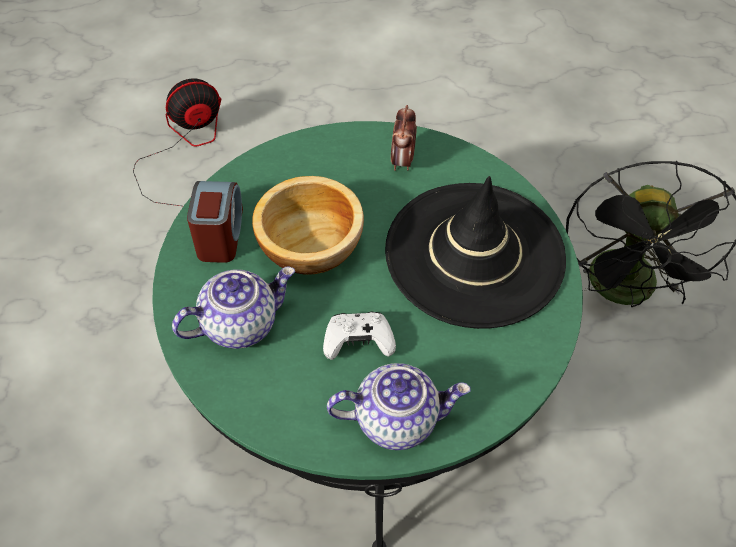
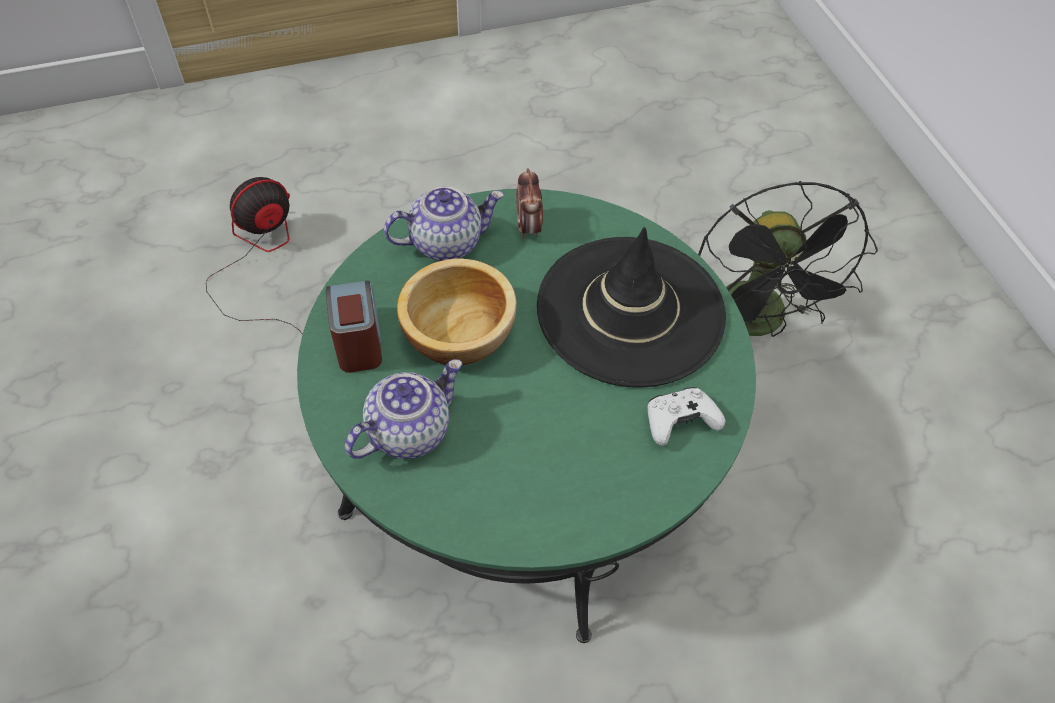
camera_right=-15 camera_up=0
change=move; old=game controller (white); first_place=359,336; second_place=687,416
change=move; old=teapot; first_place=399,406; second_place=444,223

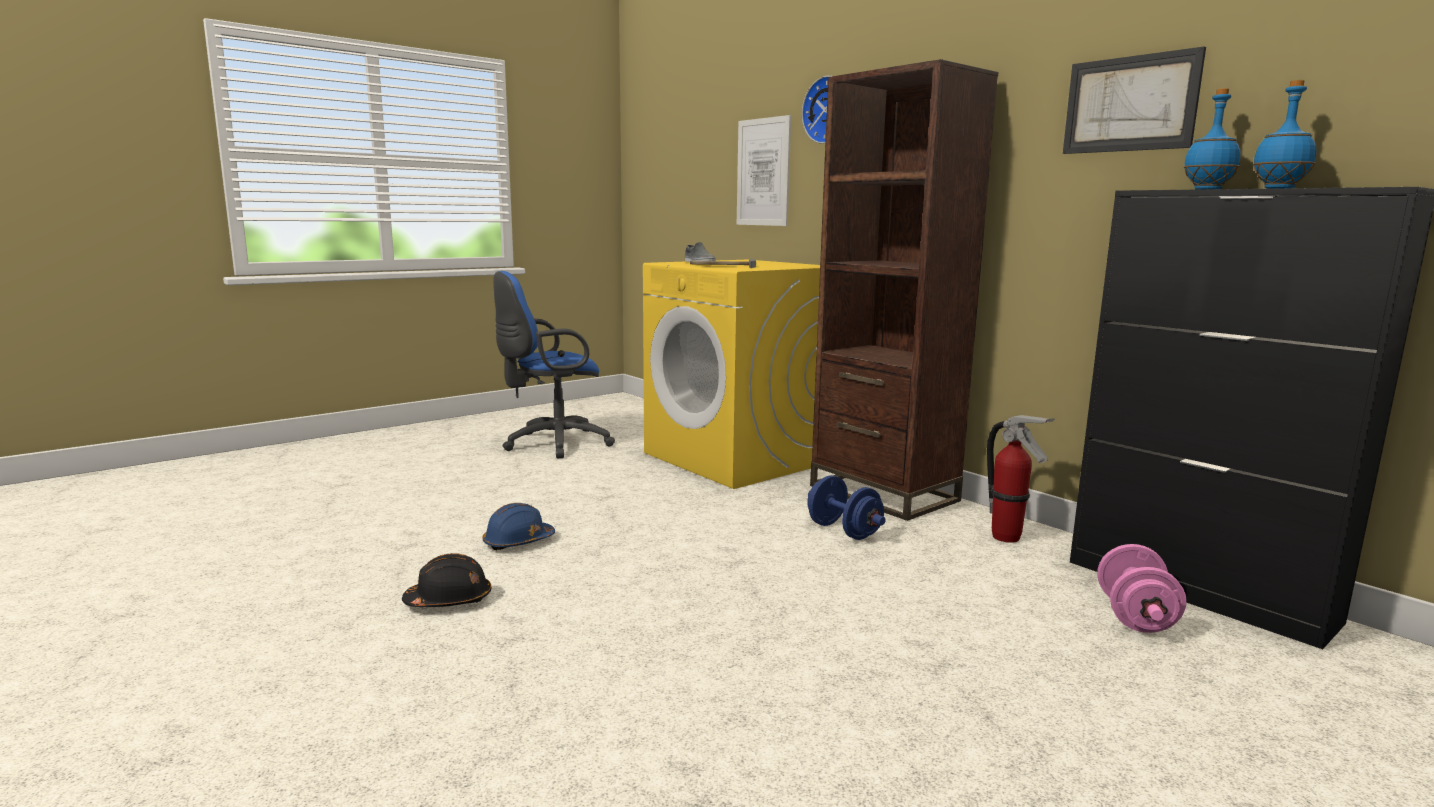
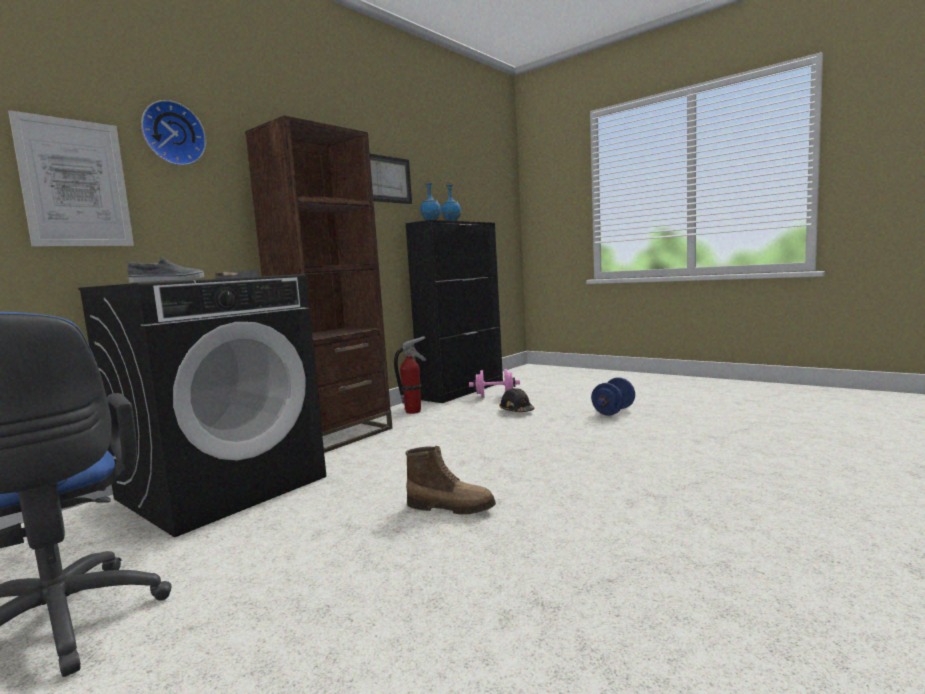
camera_right=-100 camera_up=-5
change=delete; old=hard hat (blue); first_place=518,526
change=insert; new=boot; second_place=450,480
change=move; old=hard hat (black); first_place=446,580; second_place=517,400
change=move; old=dumbbell (blue); first_place=846,507; second_place=613,396
change=recolor; old=washing machine (yellow); new=washing machine (black); first_place=731,374; second_place=202,405

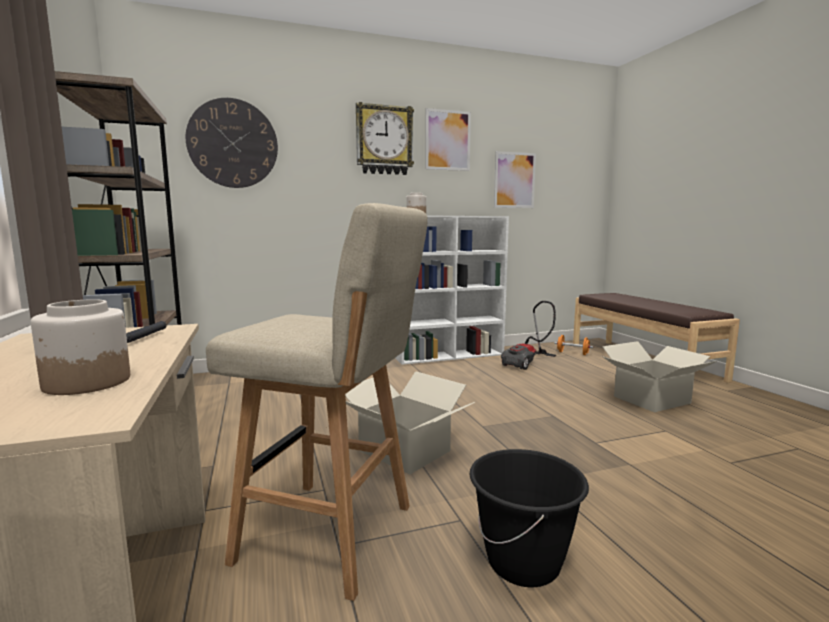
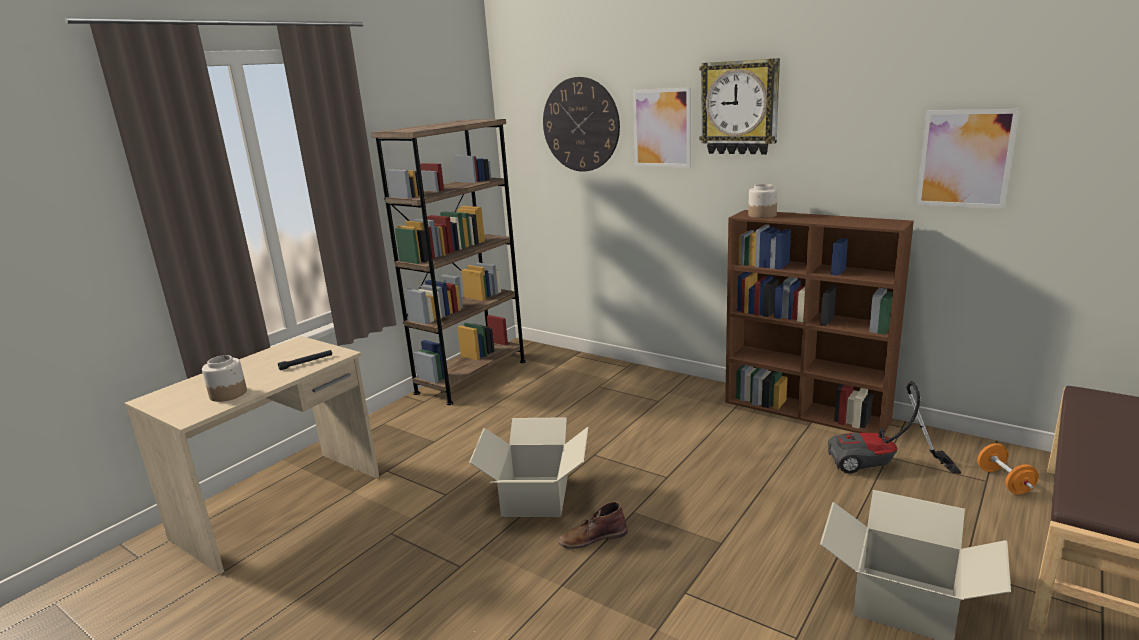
camera_right=55 camera_up=10
change=delete; old=stool (beige); first_place=317,402
change=delete; old=bucket (black); first_place=529,518
change=insert; new=boot (brown); second_place=593,525
change=move; old=picture; first_place=448,139; second_place=662,127
change=recolor; old=bookcase (white); new=bookcase (brown); first_place=452,290; second_place=819,322

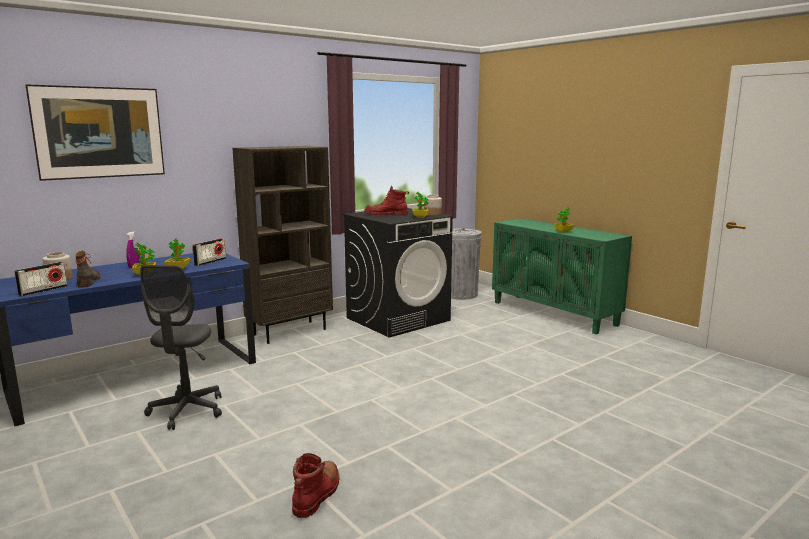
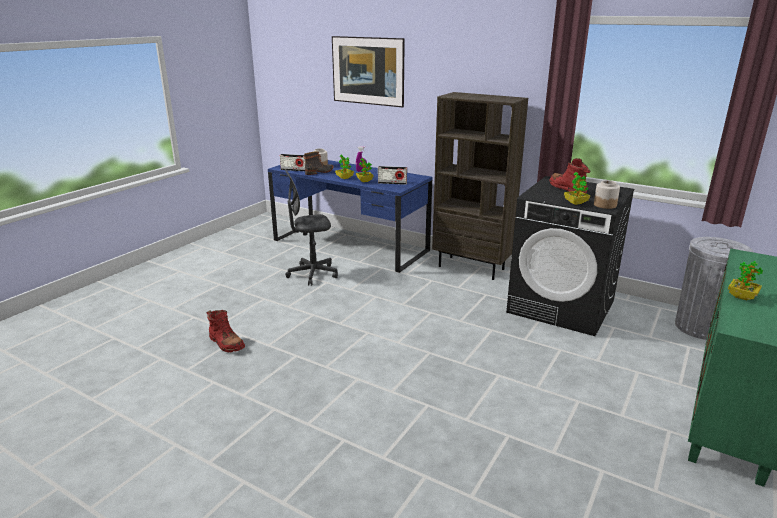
camera_right=70 camera_up=10
change=rotate; old=boot (red); first_place=316,485; second_place=226,331; degrees=45

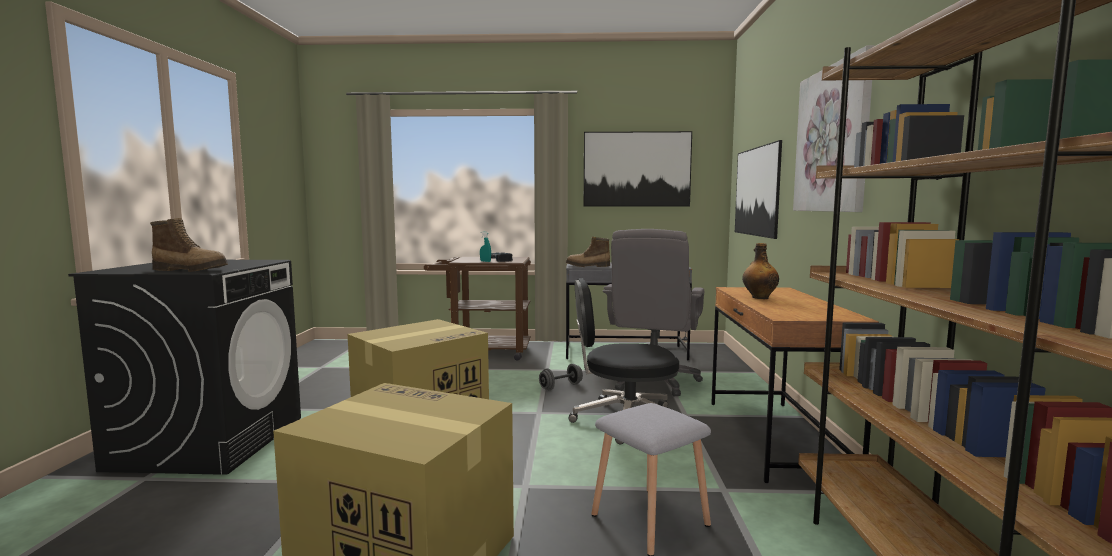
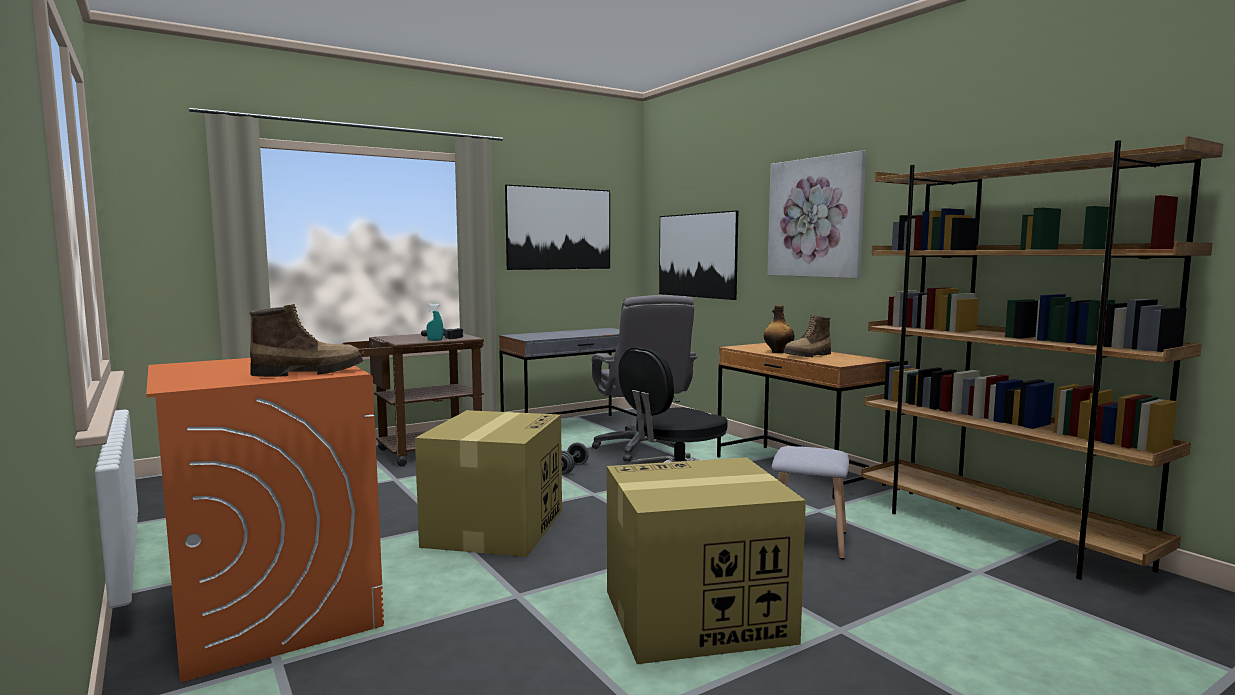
camera_right=-35 camera_up=0
change=move; old=boot; first_place=588,252; second_place=807,336
change=recolor; old=washing machine (black); new=washing machine (orange); first_place=184,367; second_place=265,520

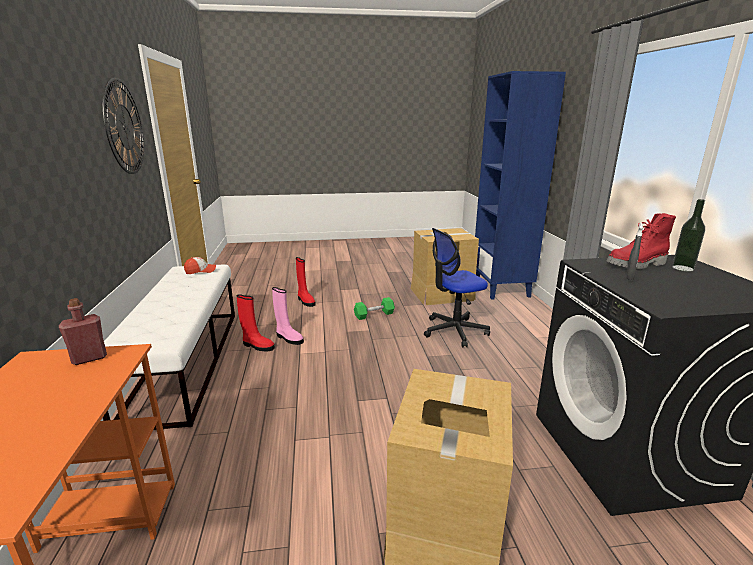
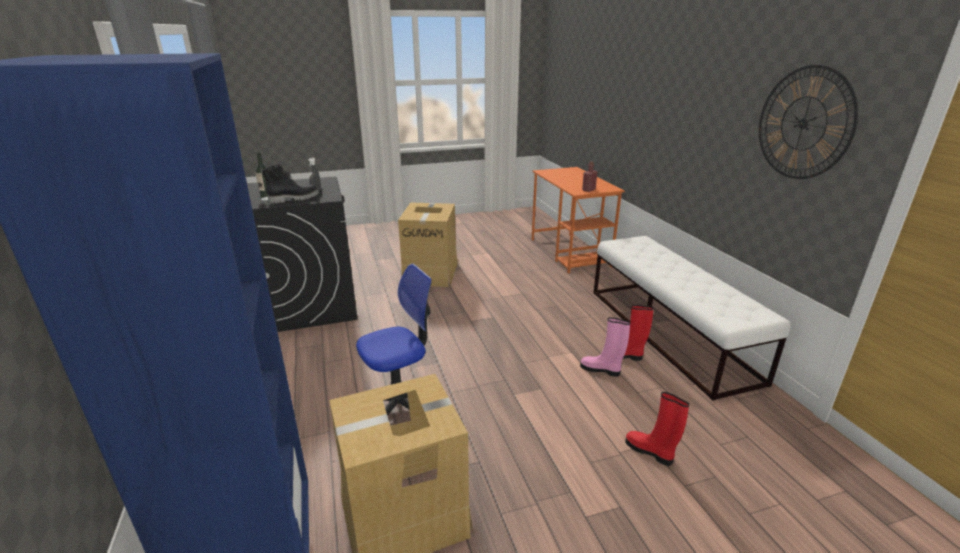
camera_right=170 camera_up=5
change=delete; old=cap; first_place=200,265
change=delete; old=dumbbell (green); first_place=374,308
change=recolor; old=boot (red); new=boot (black); first_place=641,241; second_place=290,184

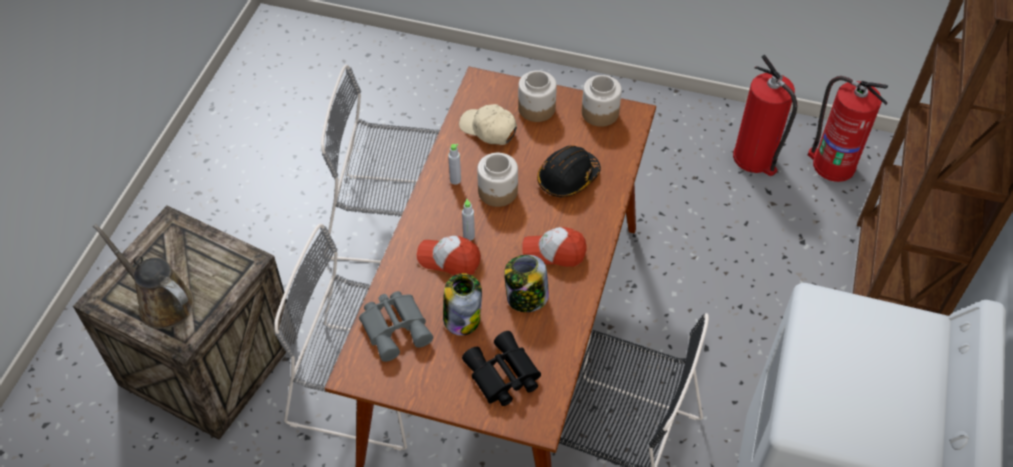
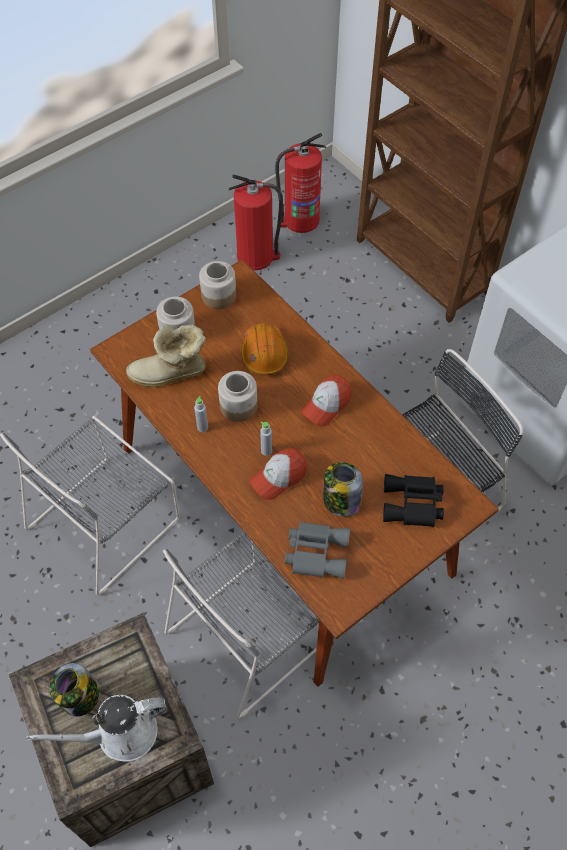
camera_right=-55 camera_up=5
change=move; old=jar; first_place=526,283; second_place=74,690
change=replace; old=cap (beige); new=boot; first_place=488,124; second_place=166,355
change=recolor; old=watering can (brown); new=watering can (white); first_place=143,276; second_place=96,728
change=recolor; old=hard hat (black); new=hard hat (orange); first_place=569,171; second_place=264,349

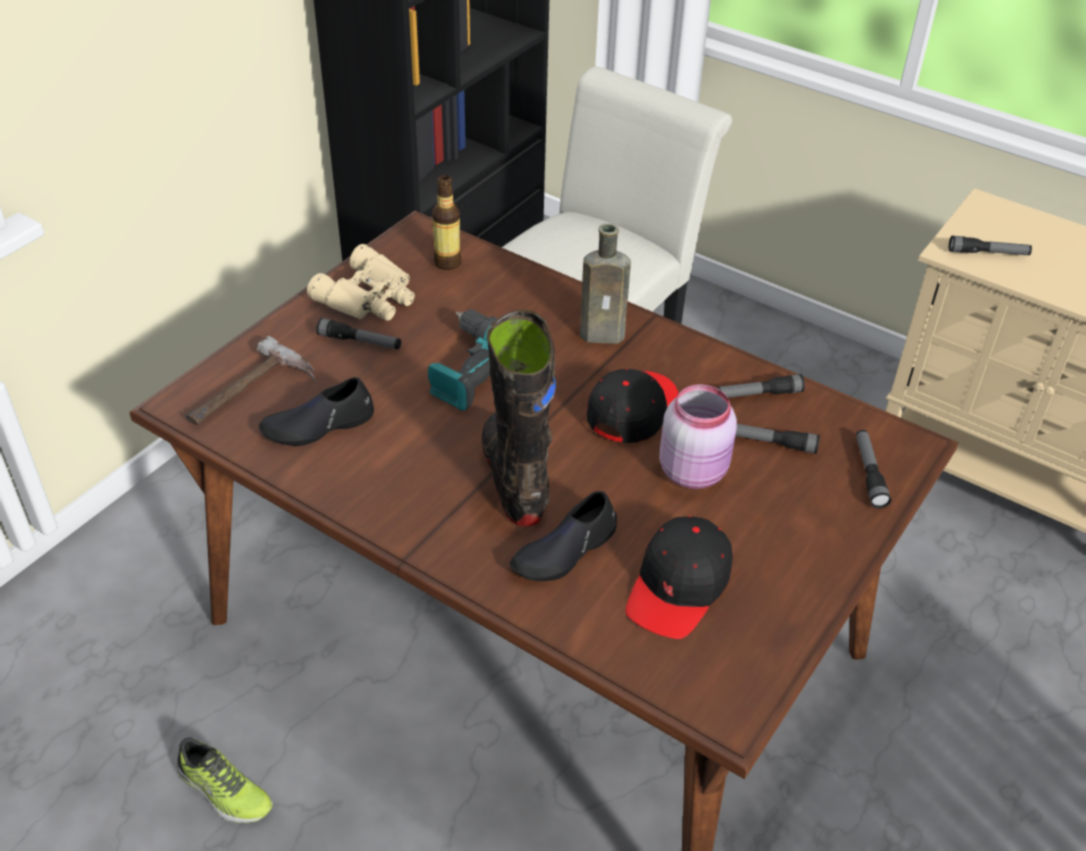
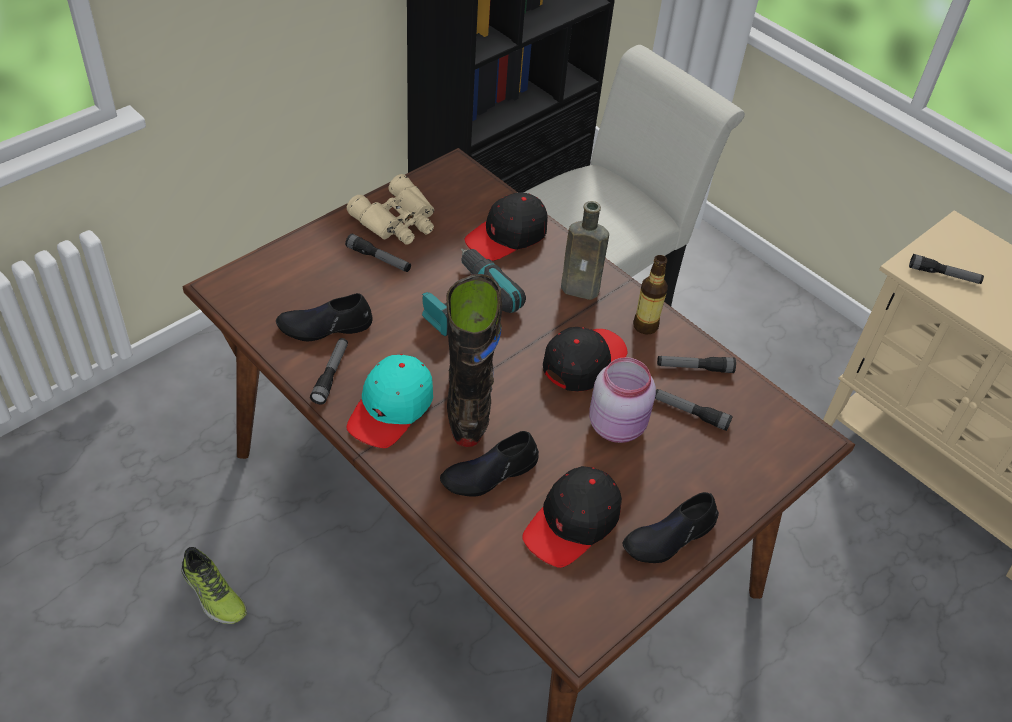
camera_right=10 camera_up=5
change=delete; old=hammer; first_place=251,380
change=insert; new=cap (turquoise); second_place=390,401
change=insert; new=cap (black); second_place=506,226
change=insert; new=shoe (black); second_place=670,527
change=move; old=bottle; first_place=446,222; second_place=650,295
change=move; old=flashlight; first_place=873,469; second_place=329,371

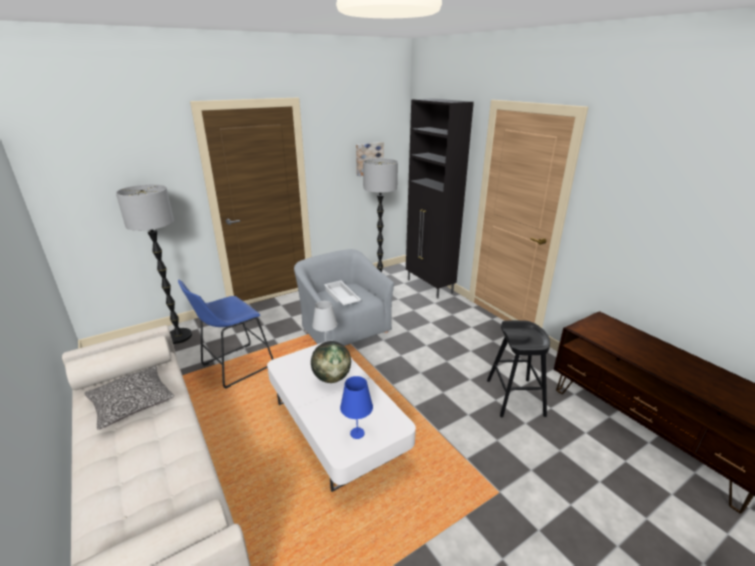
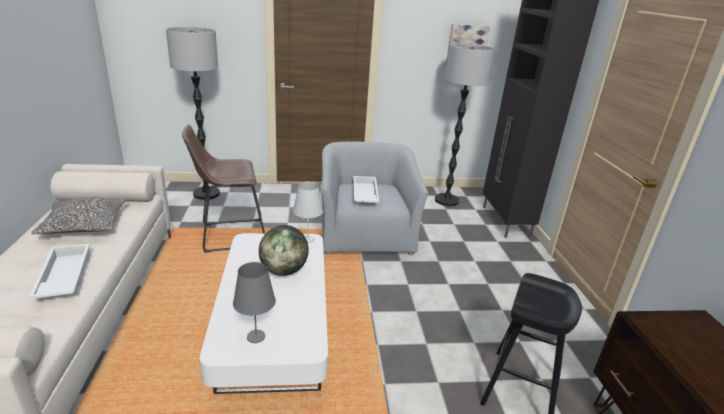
camera_right=25 camera_up=0
change=insert; new=tray (white); second_place=59,271
change=recolor; old=stool (blue); new=stool (brown); first_place=225,334; second_place=223,188
change=recolor; old=table lamp (blue); new=table lamp (grey); first_place=356,407; second_place=254,302

